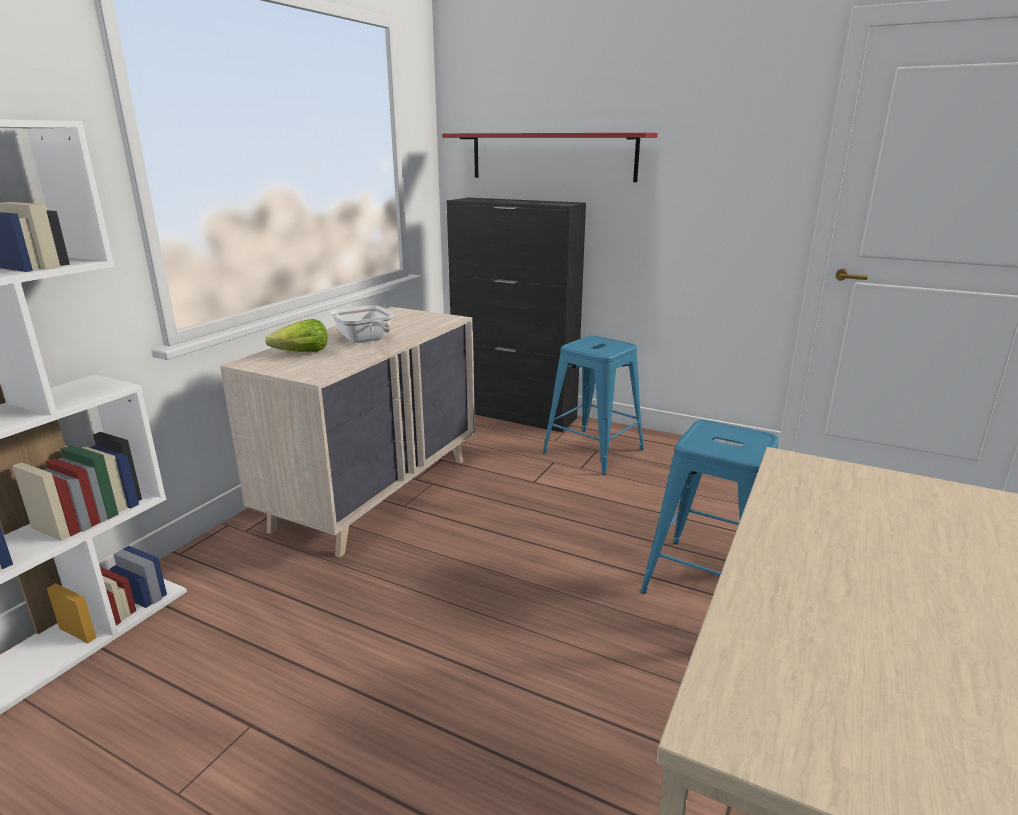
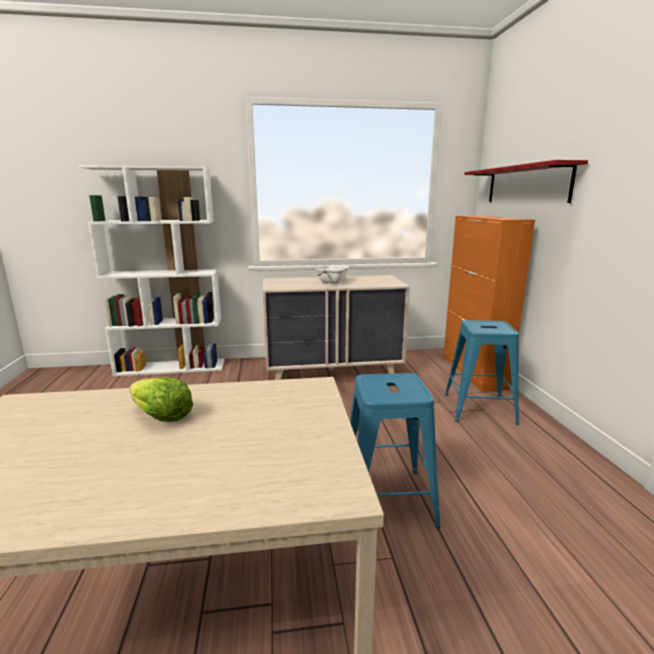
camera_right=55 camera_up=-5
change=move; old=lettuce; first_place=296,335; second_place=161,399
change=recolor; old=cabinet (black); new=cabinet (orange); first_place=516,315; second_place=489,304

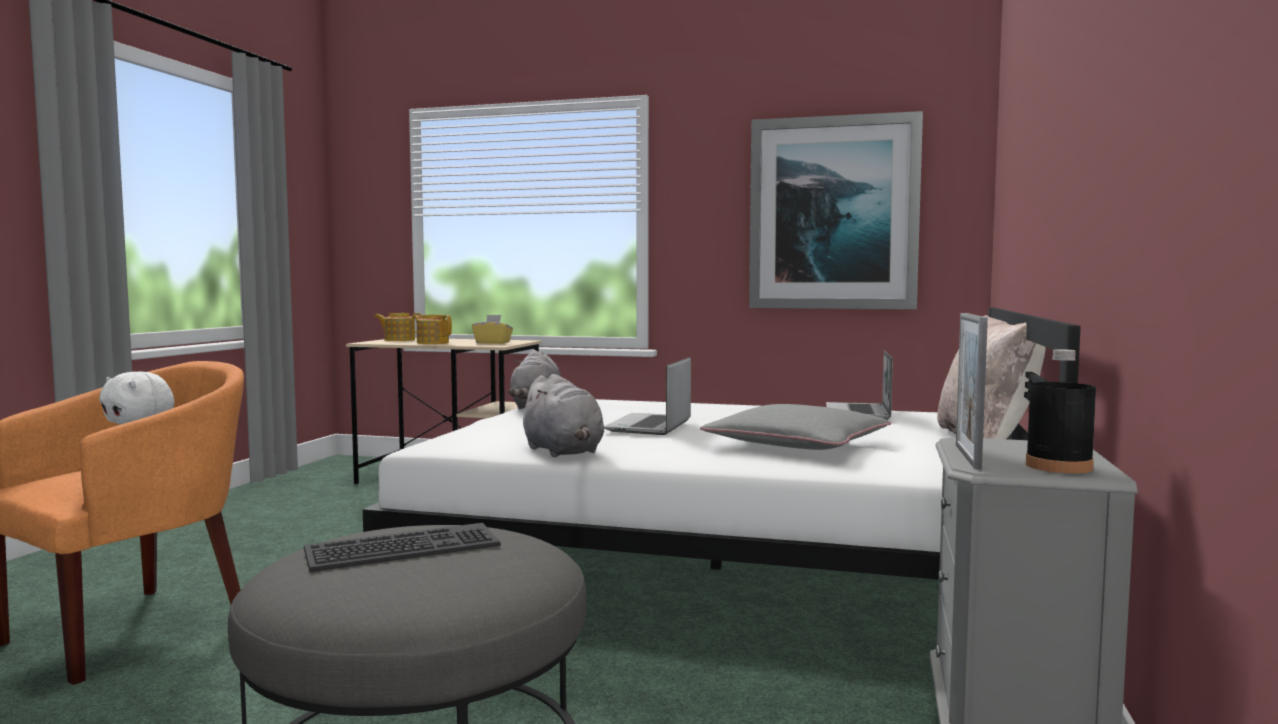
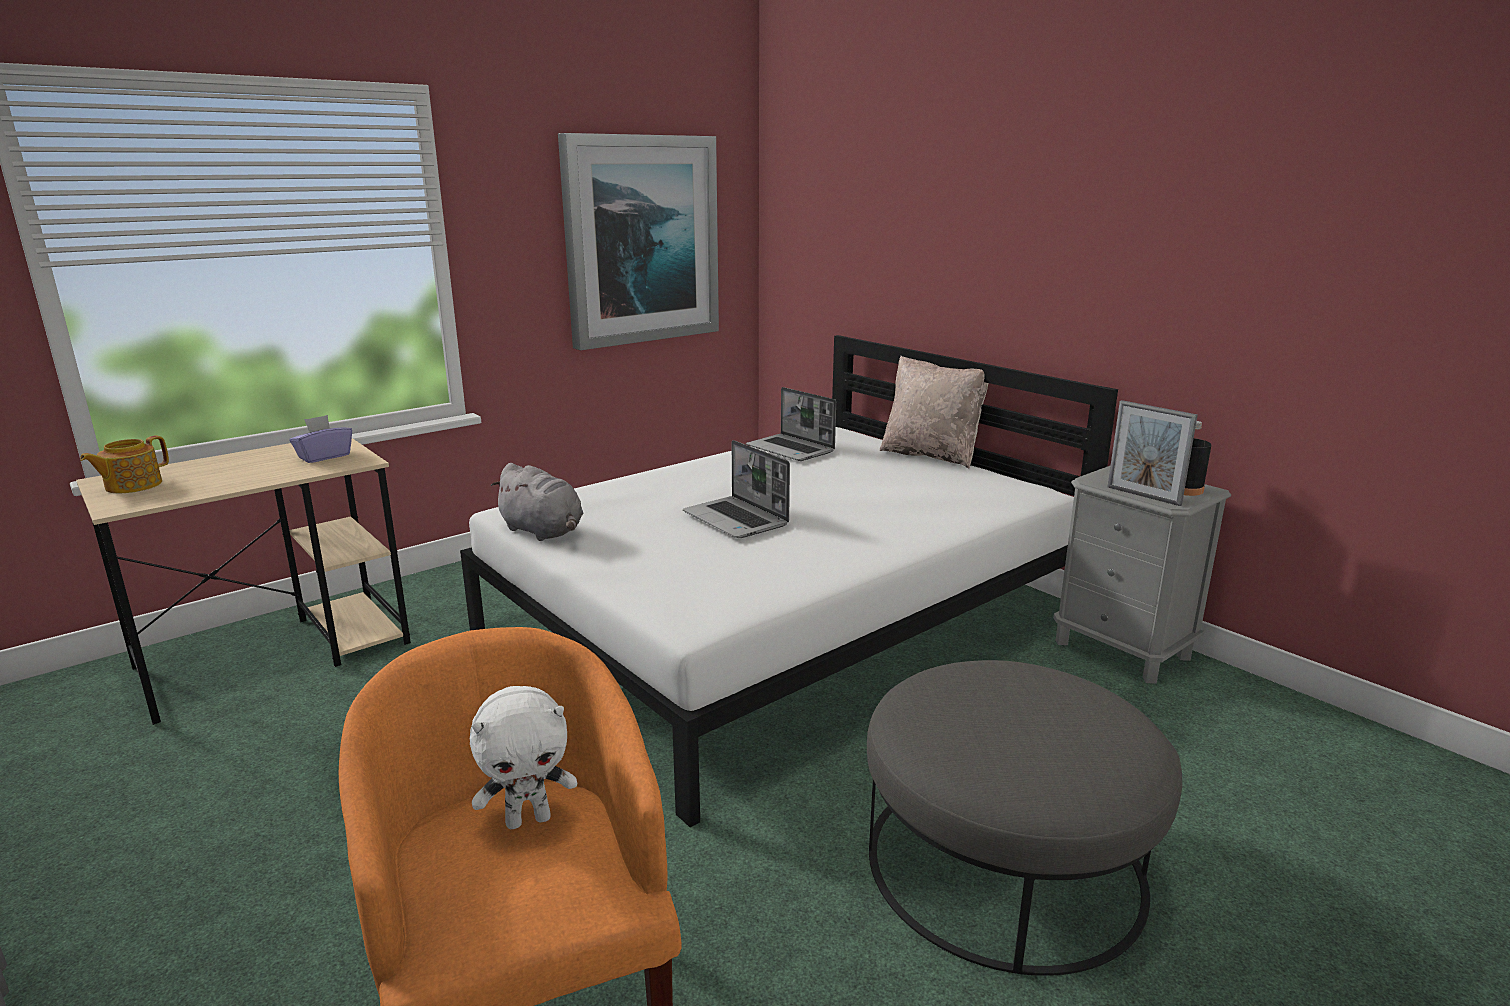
camera_right=-55 camera_up=15
change=delete; old=keyboard; first_place=402,547
change=delete; old=teapot; first_place=432,329
change=delete; old=plush toy (grey); first_place=561,415
change=delete; old=pillow (grey); first_place=795,427
change=recolor; old=tissue box (yellow); new=tissue box (purple); first_place=492,329; second_place=320,439

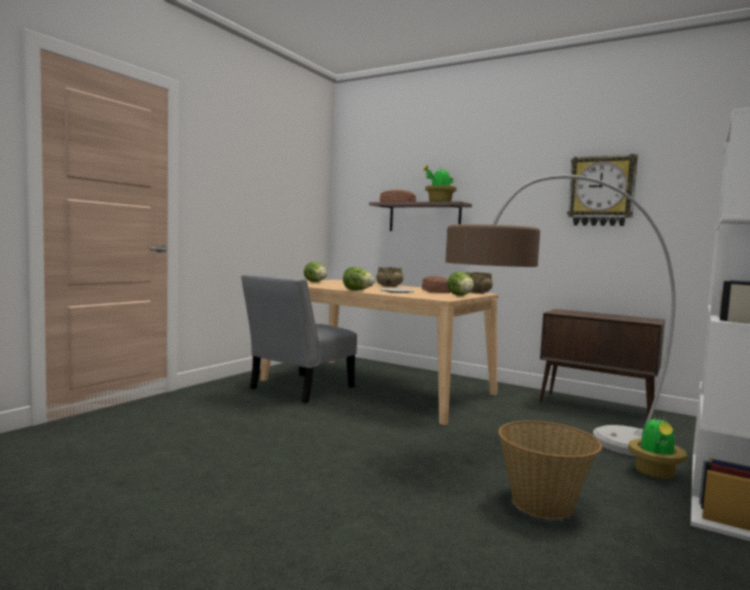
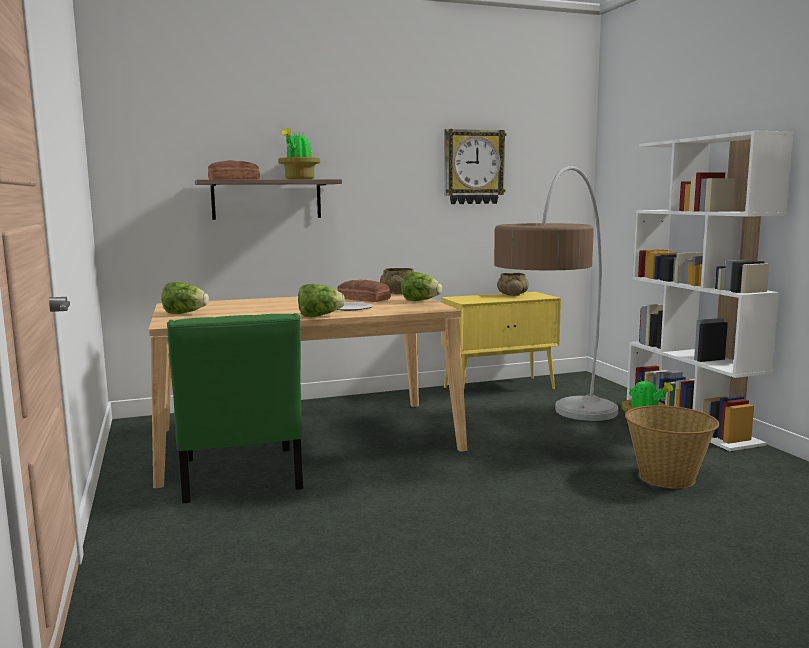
camera_right=-50 camera_up=5
change=move; old=bowl (beige); first_place=389,277; second_place=513,284
change=recolor; old=chair (grey); new=chair (green); first_place=299,338; second_place=235,408
change=recolor; old=cabinet (brown); new=cabinet (yellow); first_place=602,362; second_place=501,341

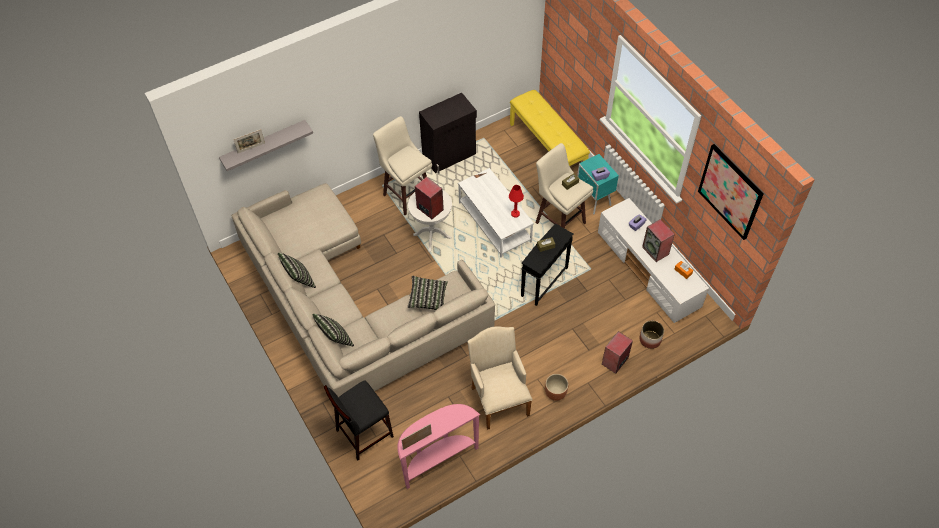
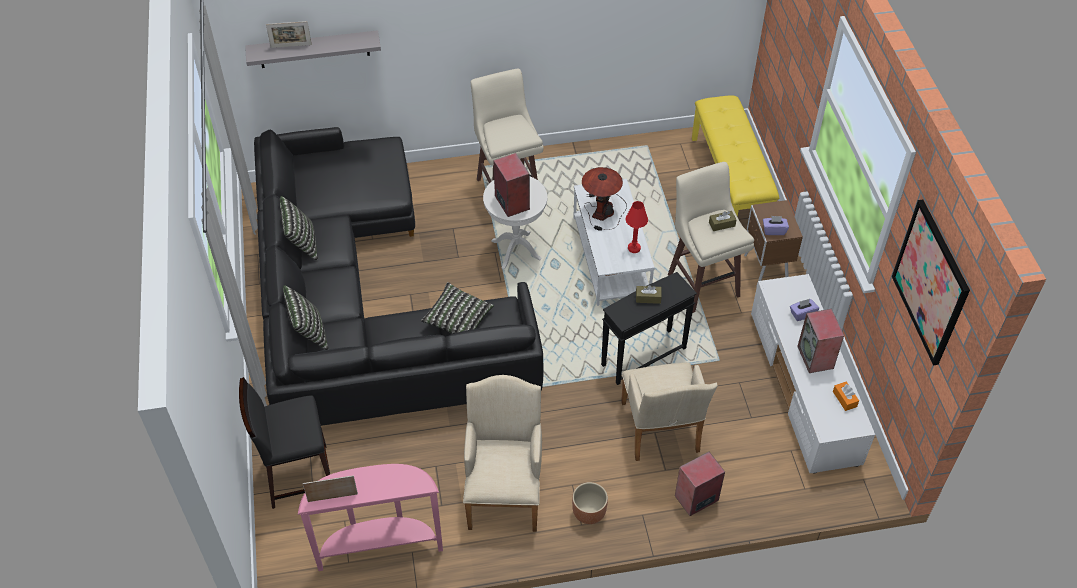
camera_right=20 camera_up=-5
change=delete; old=cabinet (black); first_place=448,133
change=delete; old=planter; first_place=651,335
change=insert; new=table lamp; second_place=604,199
change=insert; new=armchair (beige); second_place=669,411
change=recolor; old=sofa (beige); new=sofa (black); first_place=363,290; second_place=398,276
change=recolor; old=nightstand (turquoise); new=nightstand (brown); first_place=598,184; second_place=773,244

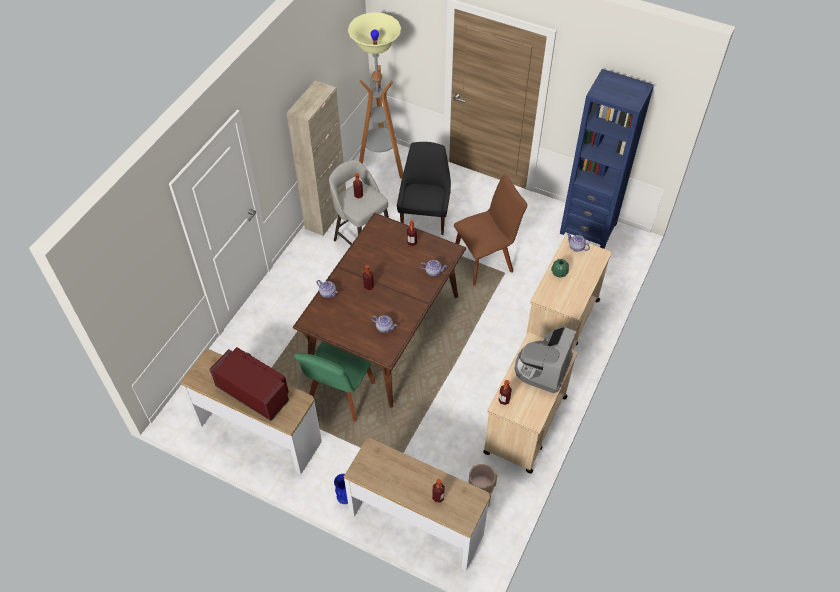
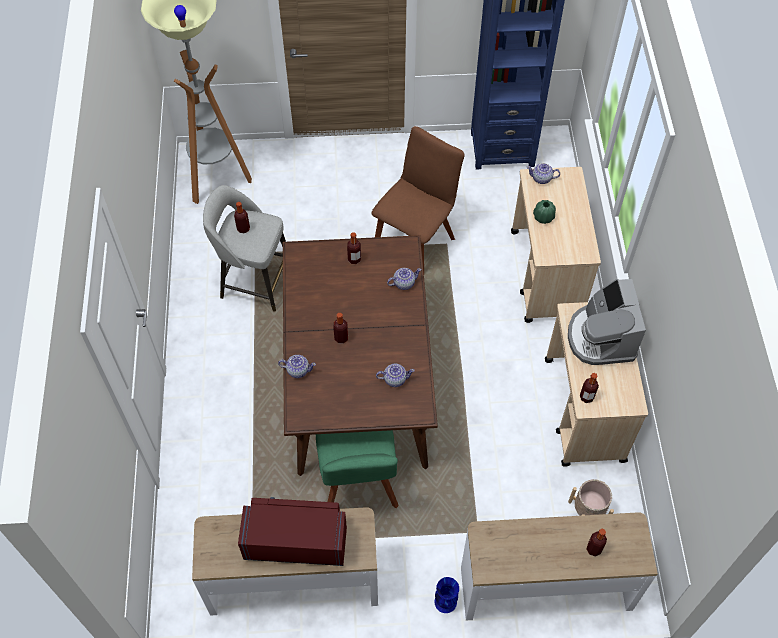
camera_right=-30 camera_up=5
change=delete; old=cabinet (beige); first_place=316,158
change=delete; old=chair (black); first_place=424,188

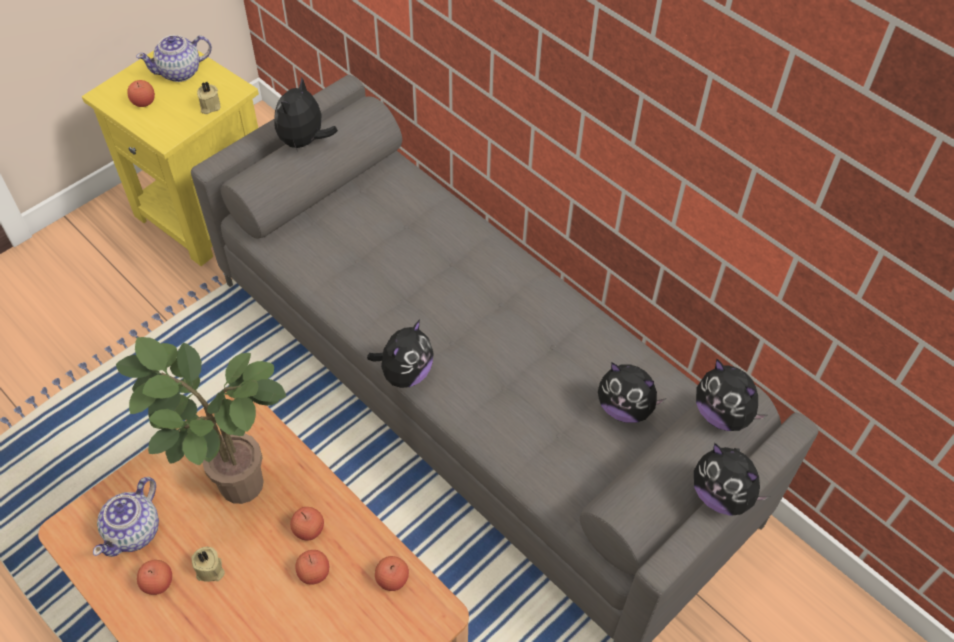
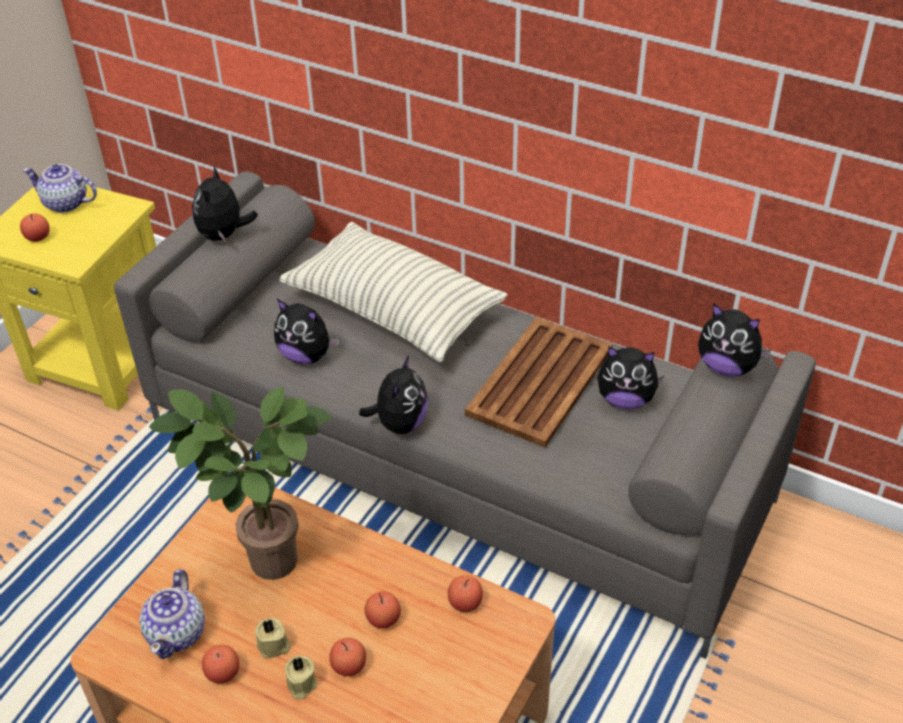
camera_right=-15 camera_up=-10
change=insert; new=pillow; second_place=393,292
change=insert; new=tray (brown); second_place=539,382
change=move; old=candle (beige); first_place=208,98; second_place=301,678
change=move; old=apple; first_place=307,523; second_place=347,657
change=move; old=plush toy; first_place=732,479; second_place=306,331
change=rotate; old=teapot; first_place=174,58; second_place=60,188; degrees=60

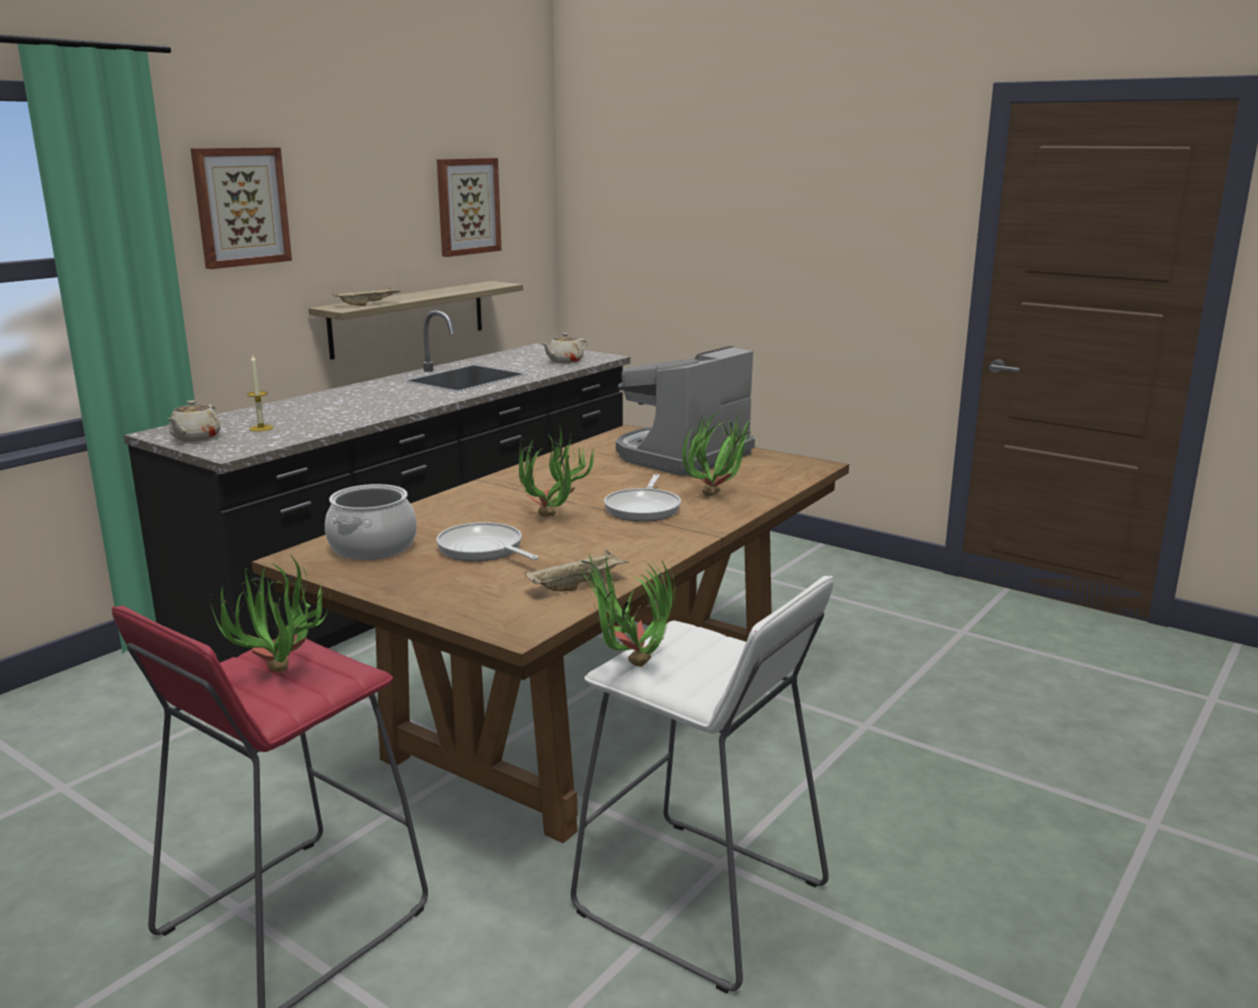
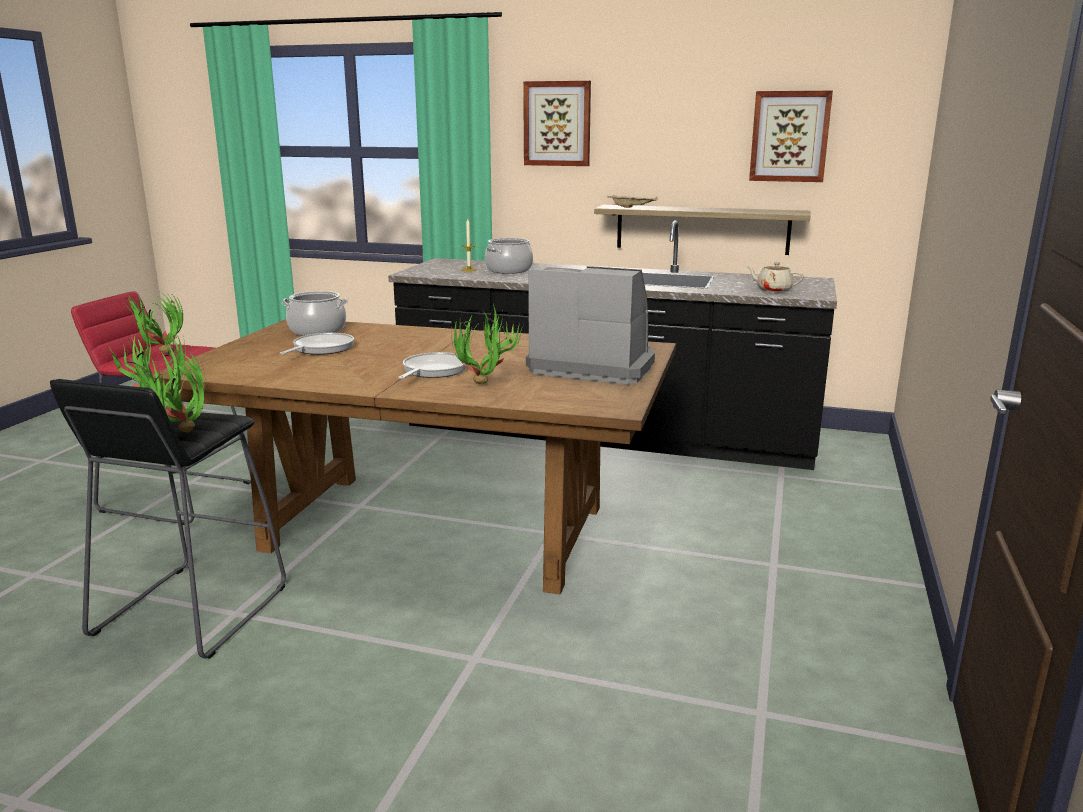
camera_right=70 camera_up=0
change=delete; old=teapot (beige); first_place=194,421
change=delete; old=tray (beige); first_place=577,570
change=insert; new=cooking pot; second_place=509,256
change=move; old=potted plant; first_place=557,472; second_place=165,390
change=recolor; old=stool (white); new=stool (black); first_place=702,785; second_place=168,519
change=rotate; old=frying pan; first_place=642,498; second_place=432,365; degrees=120

